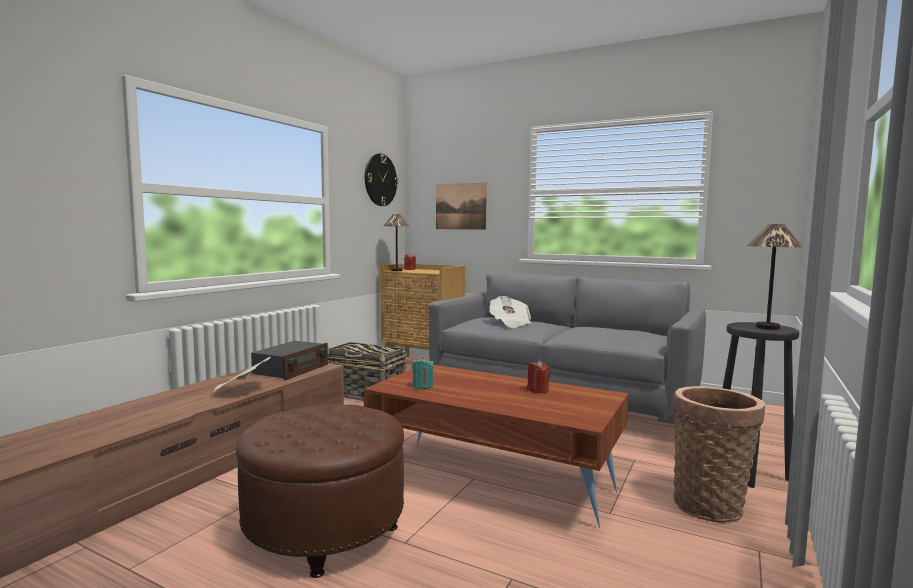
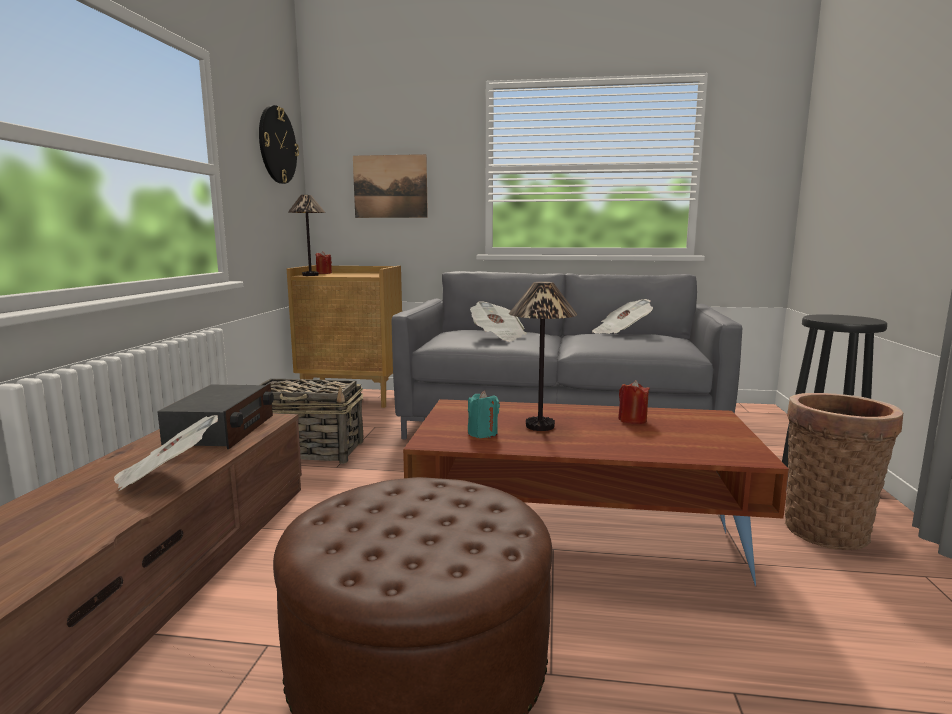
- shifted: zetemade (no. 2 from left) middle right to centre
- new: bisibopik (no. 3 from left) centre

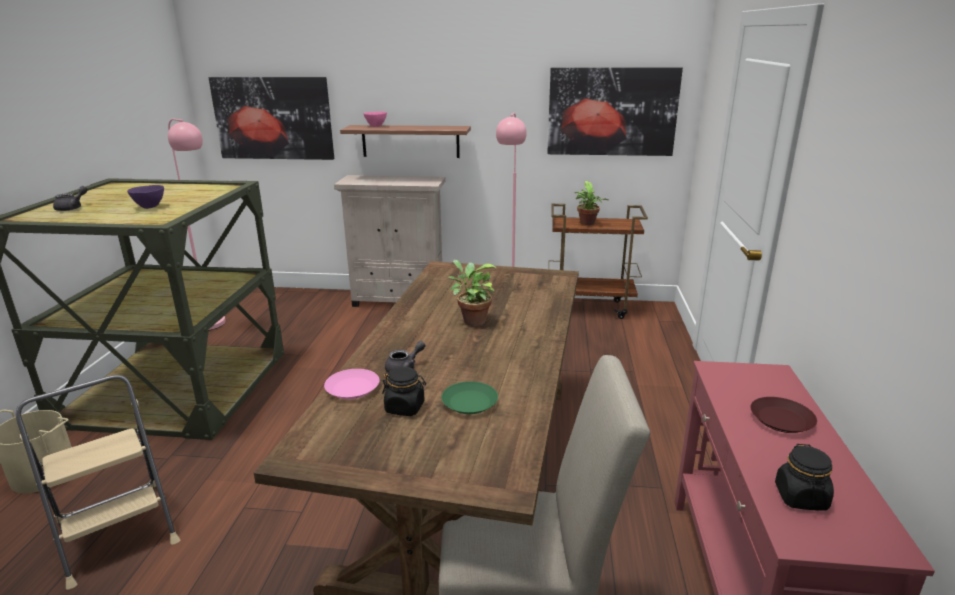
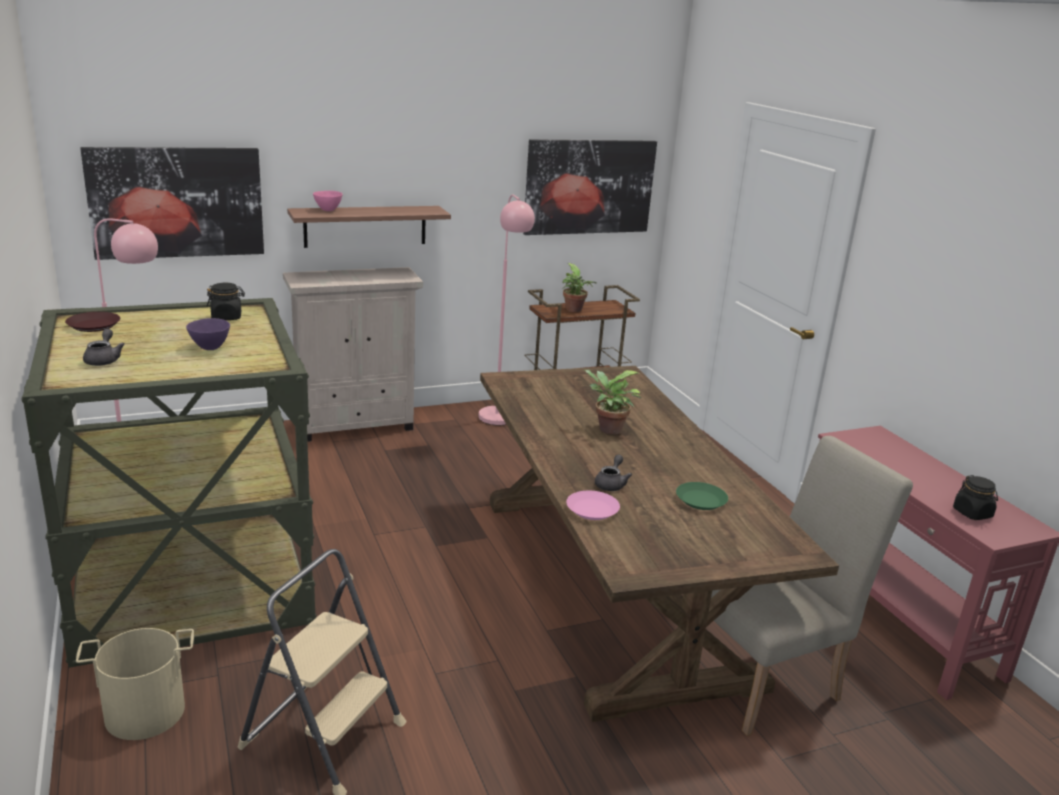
- shifted: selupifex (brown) bottom right to middle left
- shifted: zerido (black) (no. 1 from left) centre to middle left

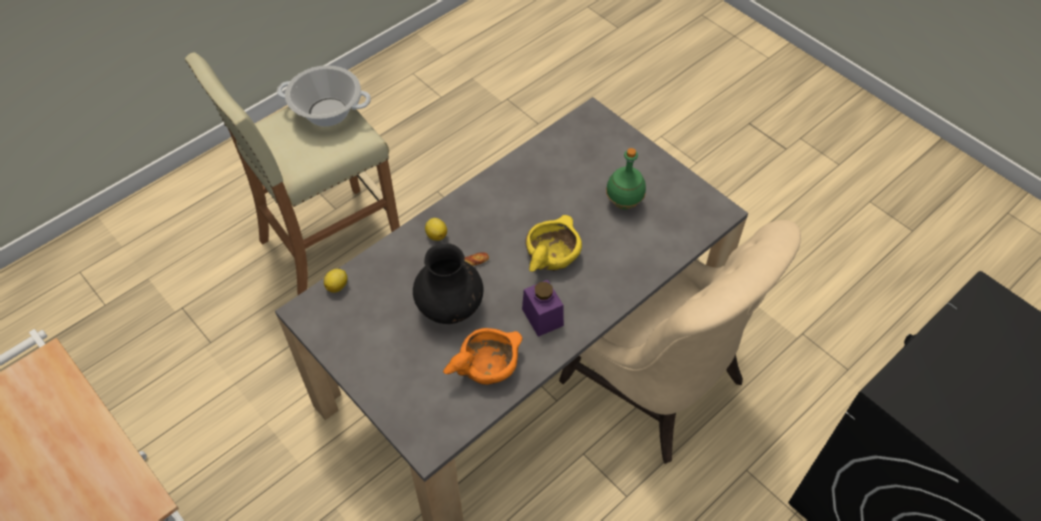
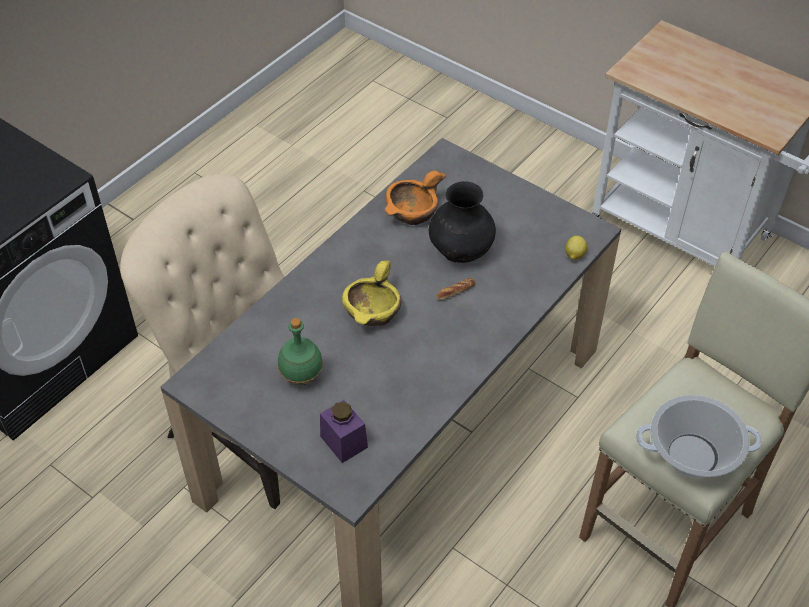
- shifted: zerido (purple) centre to bottom centre
- gone: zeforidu (no. 2 from left) centre

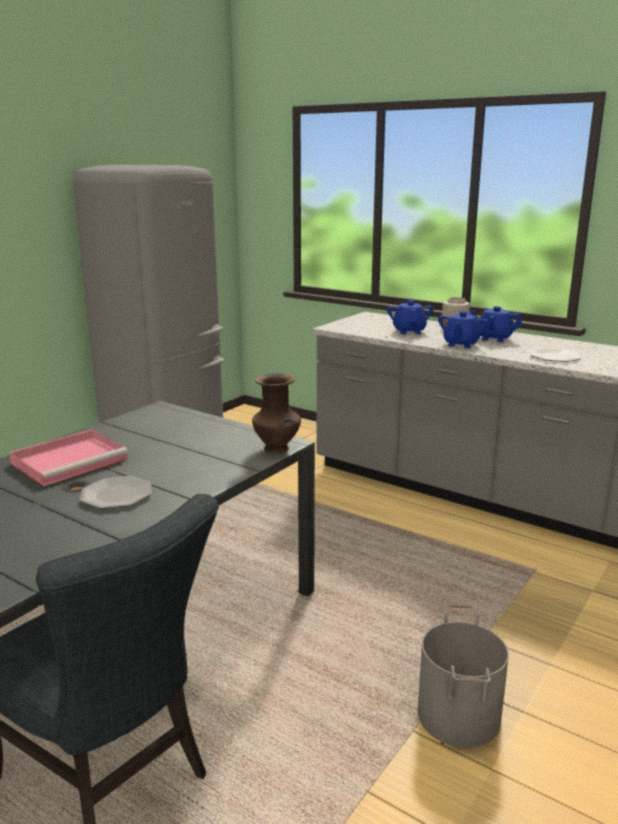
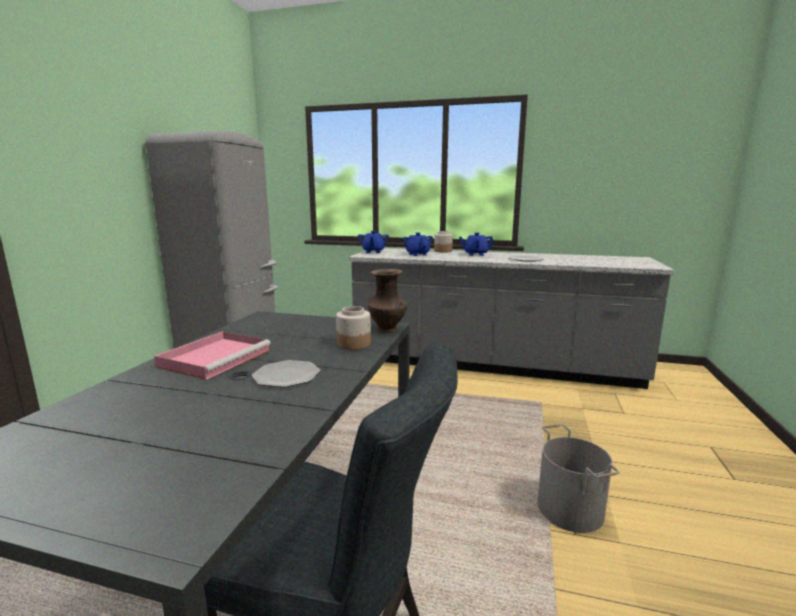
- new: zerido (no. 1 from left) centre
- shifted: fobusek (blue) (no. 2 from left in the first image) middle right to fobusek (blue) (no. 1 from left) centre

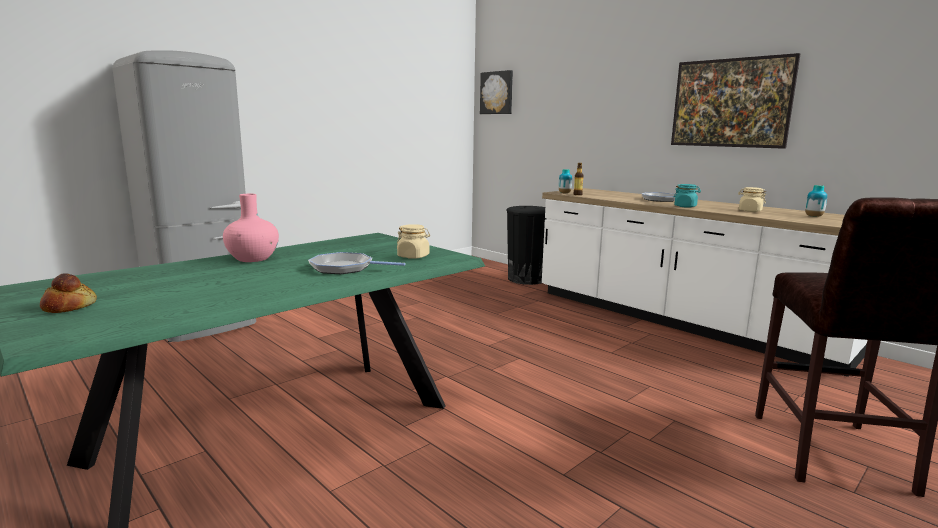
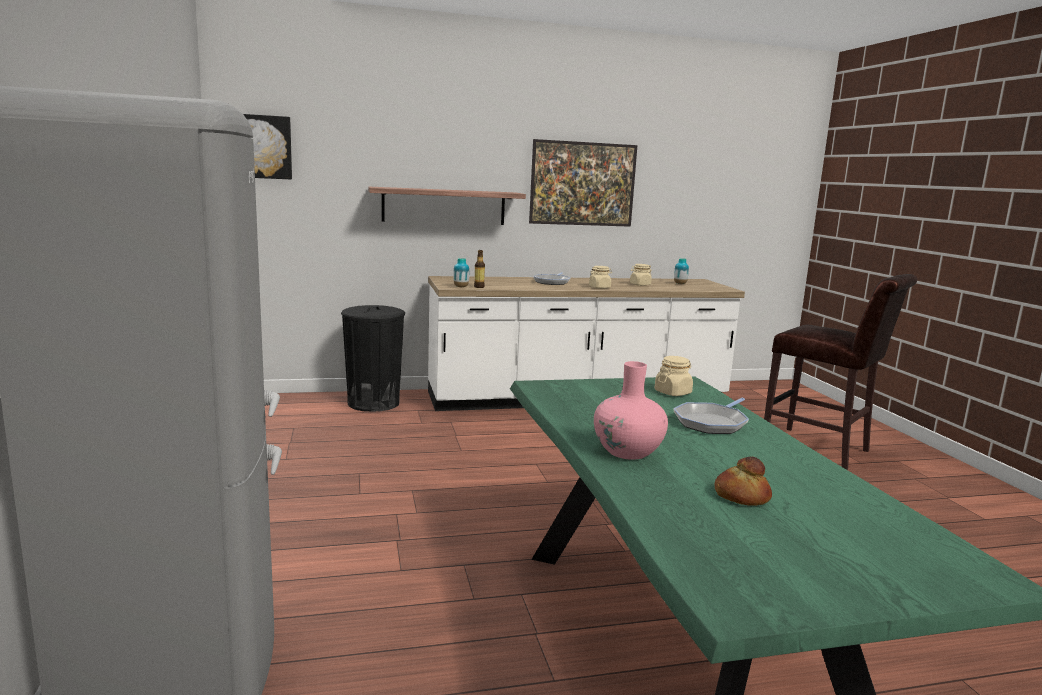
- new: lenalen top centre
- repainted: zerido (turquoise) middle right to zerido (beige) (no. 1 from left) centre
- shifted: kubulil middle left to bottom right

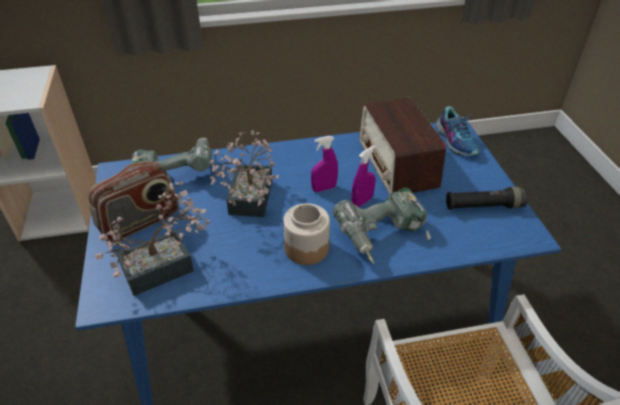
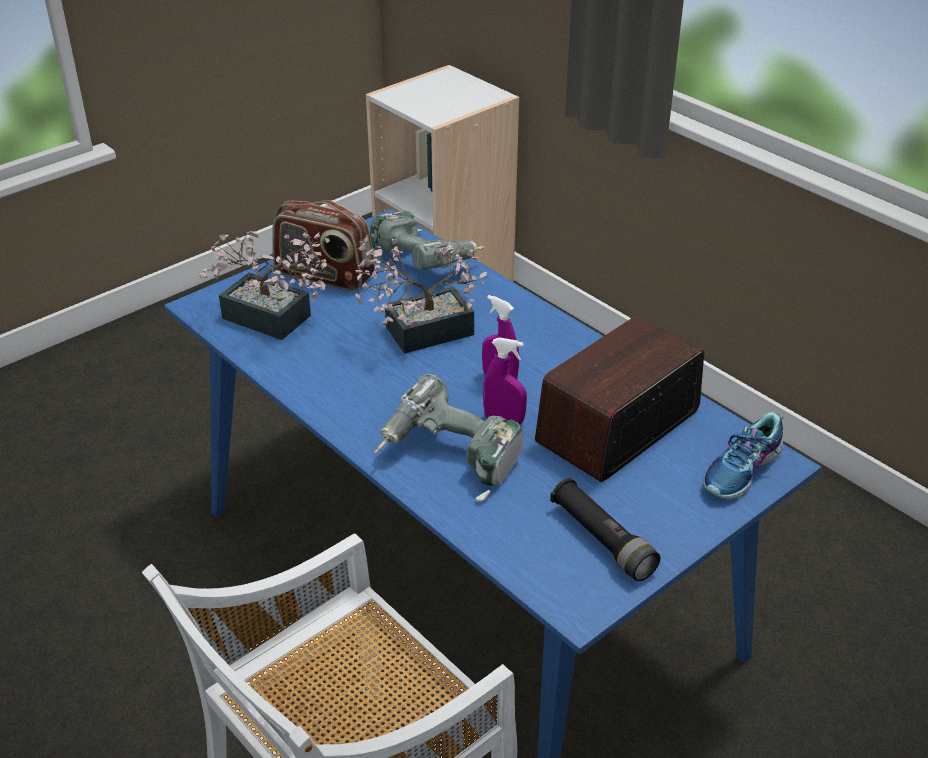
- gone: zerido centre

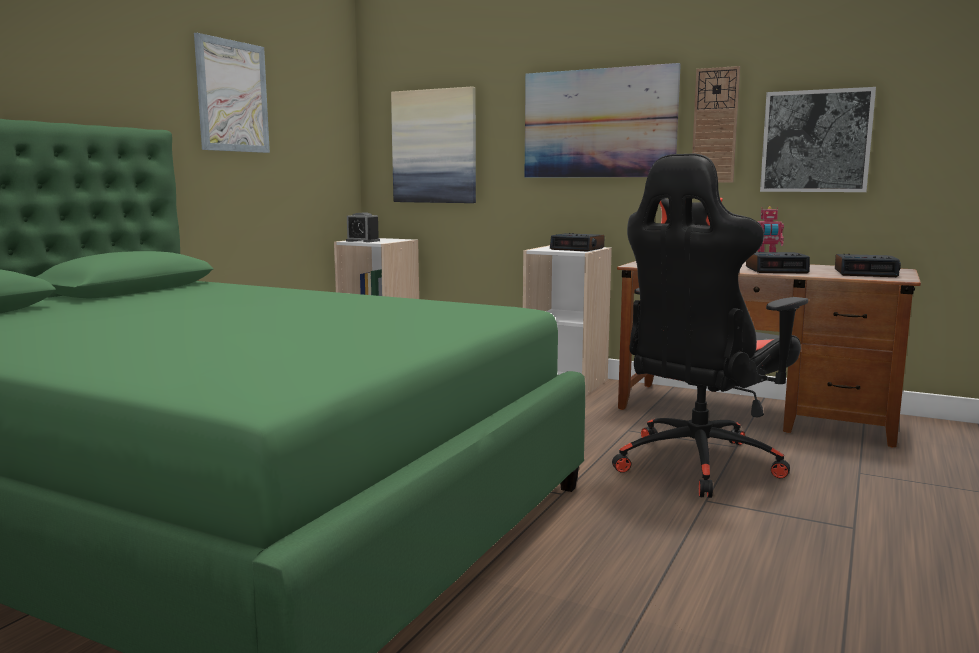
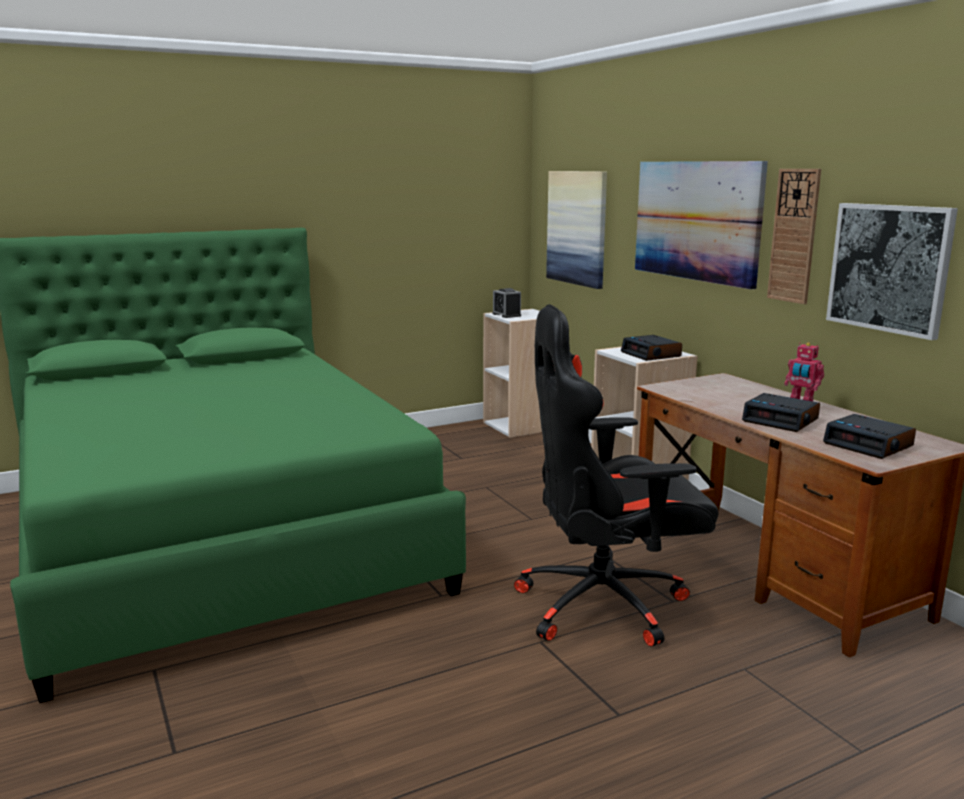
- gone: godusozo (no. 1 from left) top left

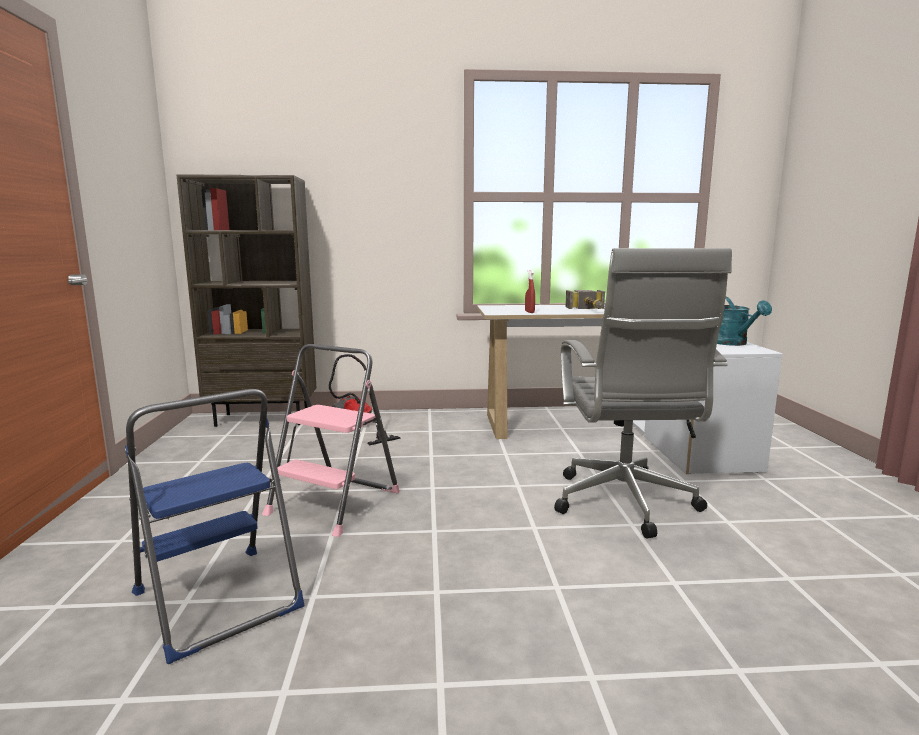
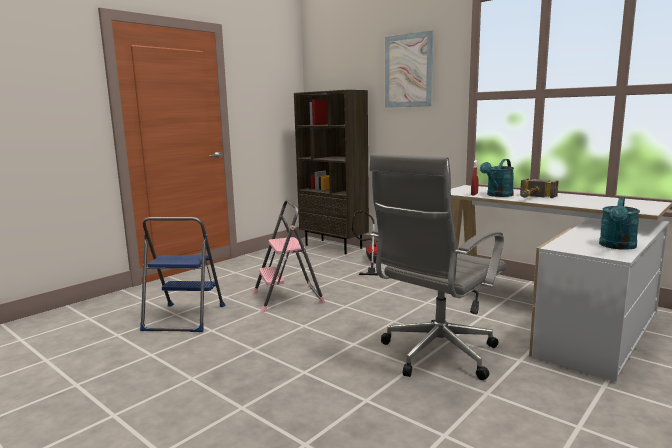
- new: godusozo top centre
- new: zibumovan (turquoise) (no. 1 from left) middle right

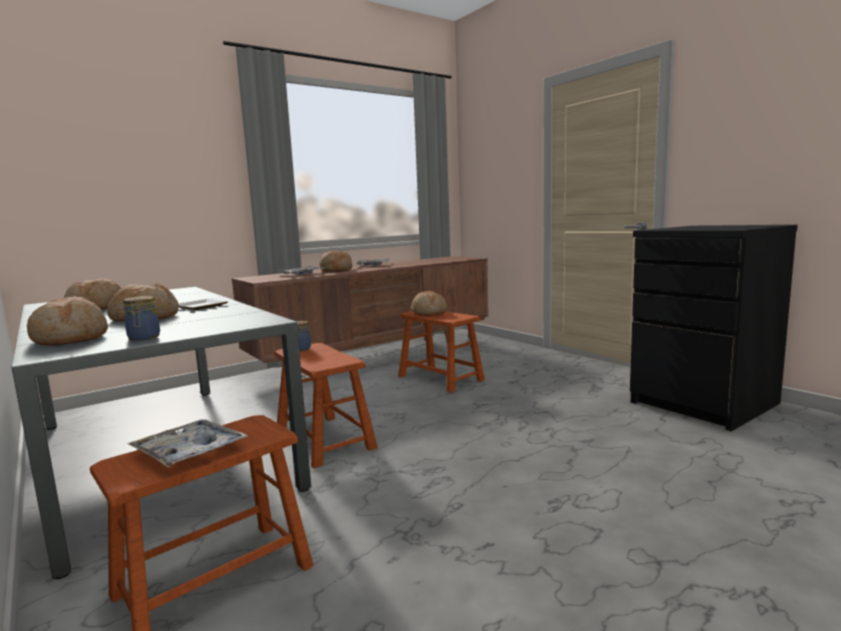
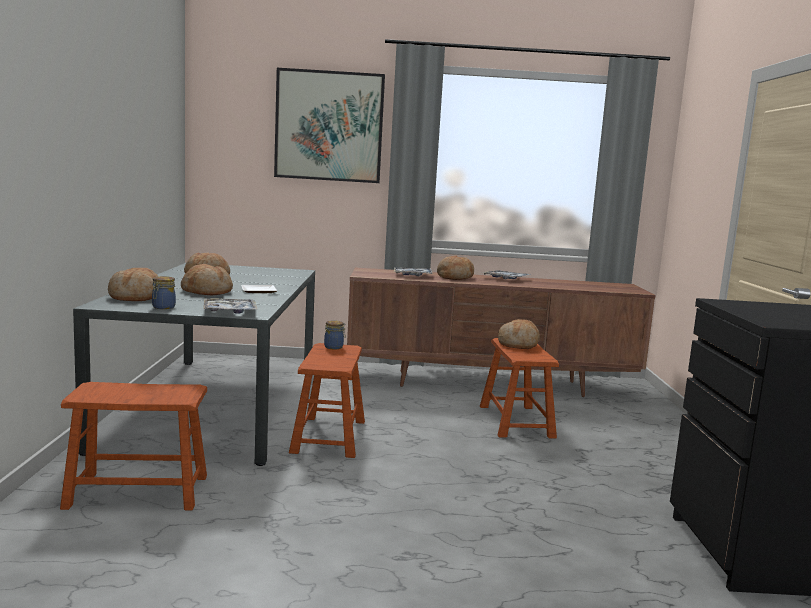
- shifted: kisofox (no. 1 from left) bottom left to middle left
- new: godusozo top centre

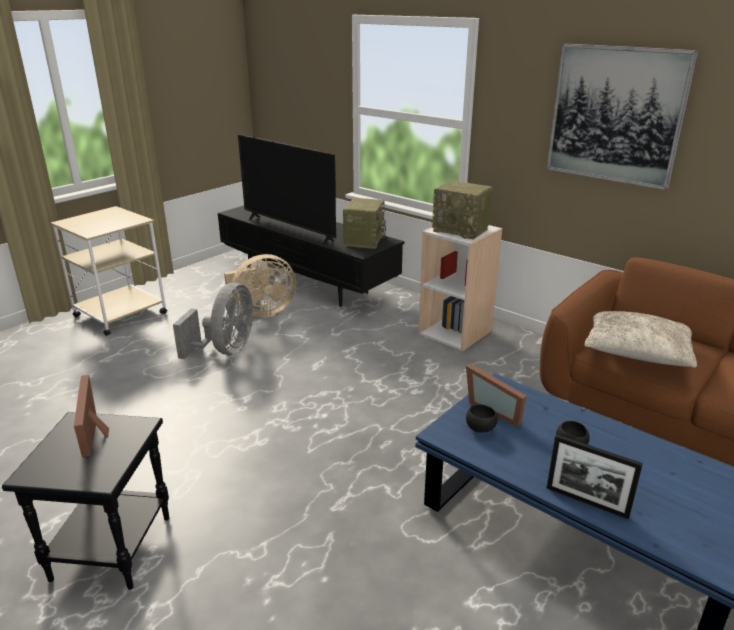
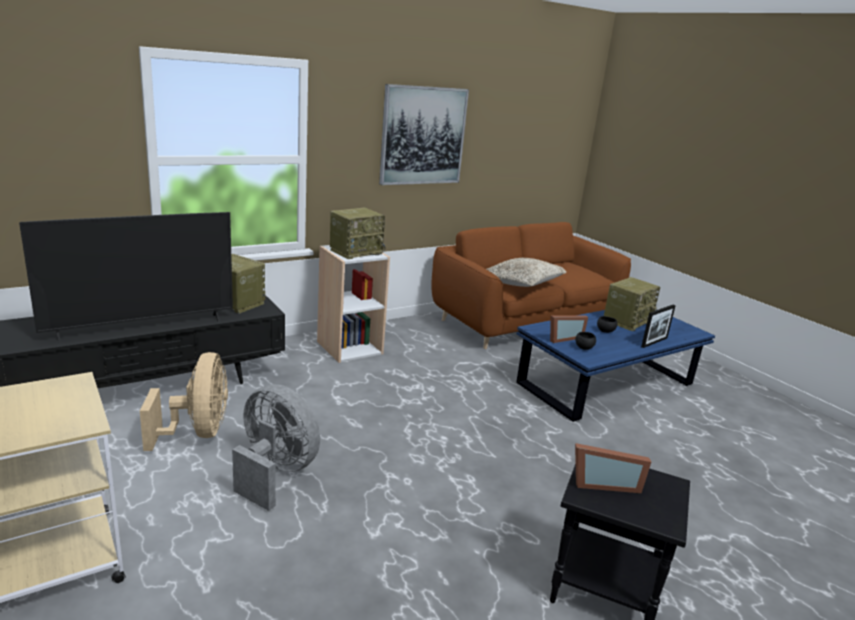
- new: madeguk (no. 3 from left) middle right

